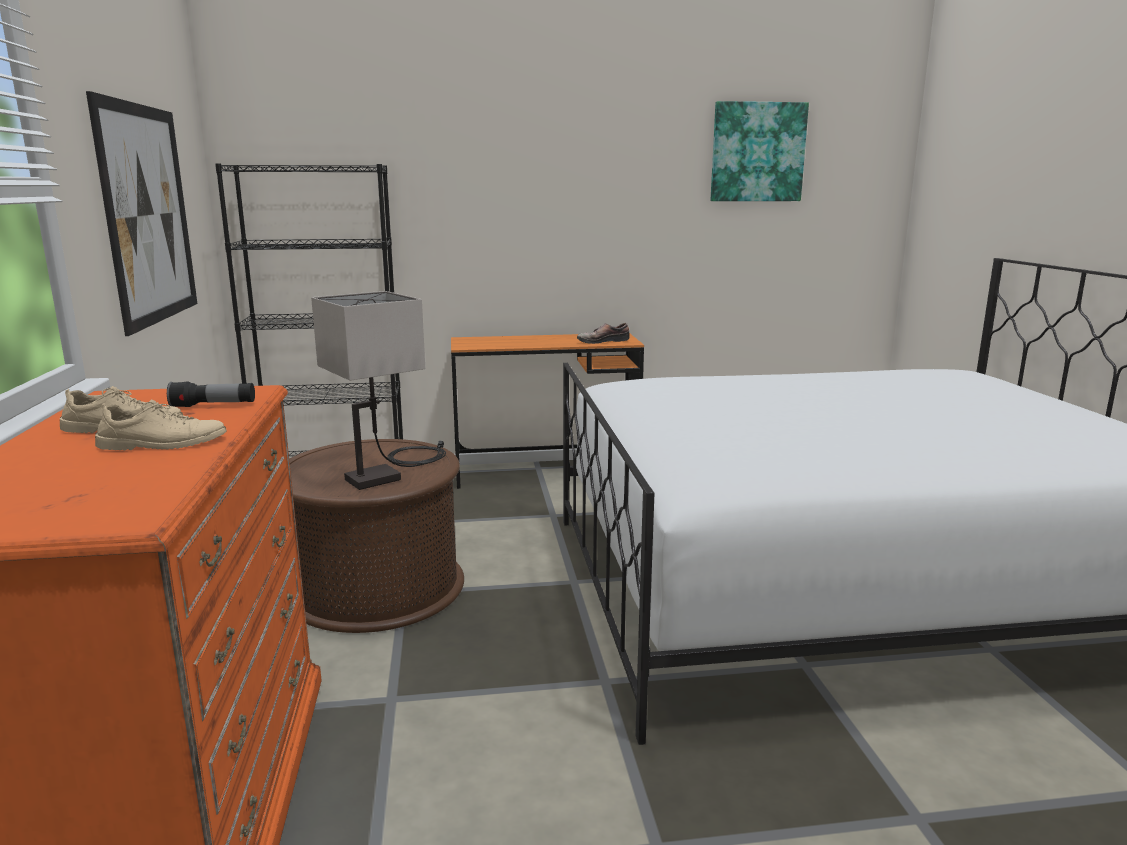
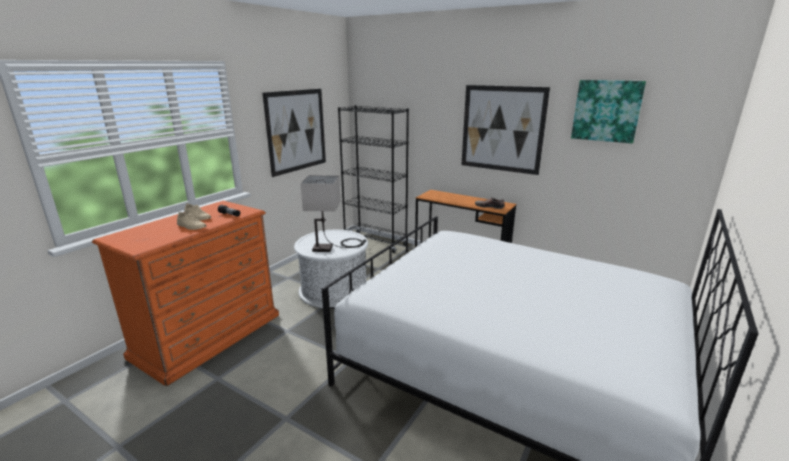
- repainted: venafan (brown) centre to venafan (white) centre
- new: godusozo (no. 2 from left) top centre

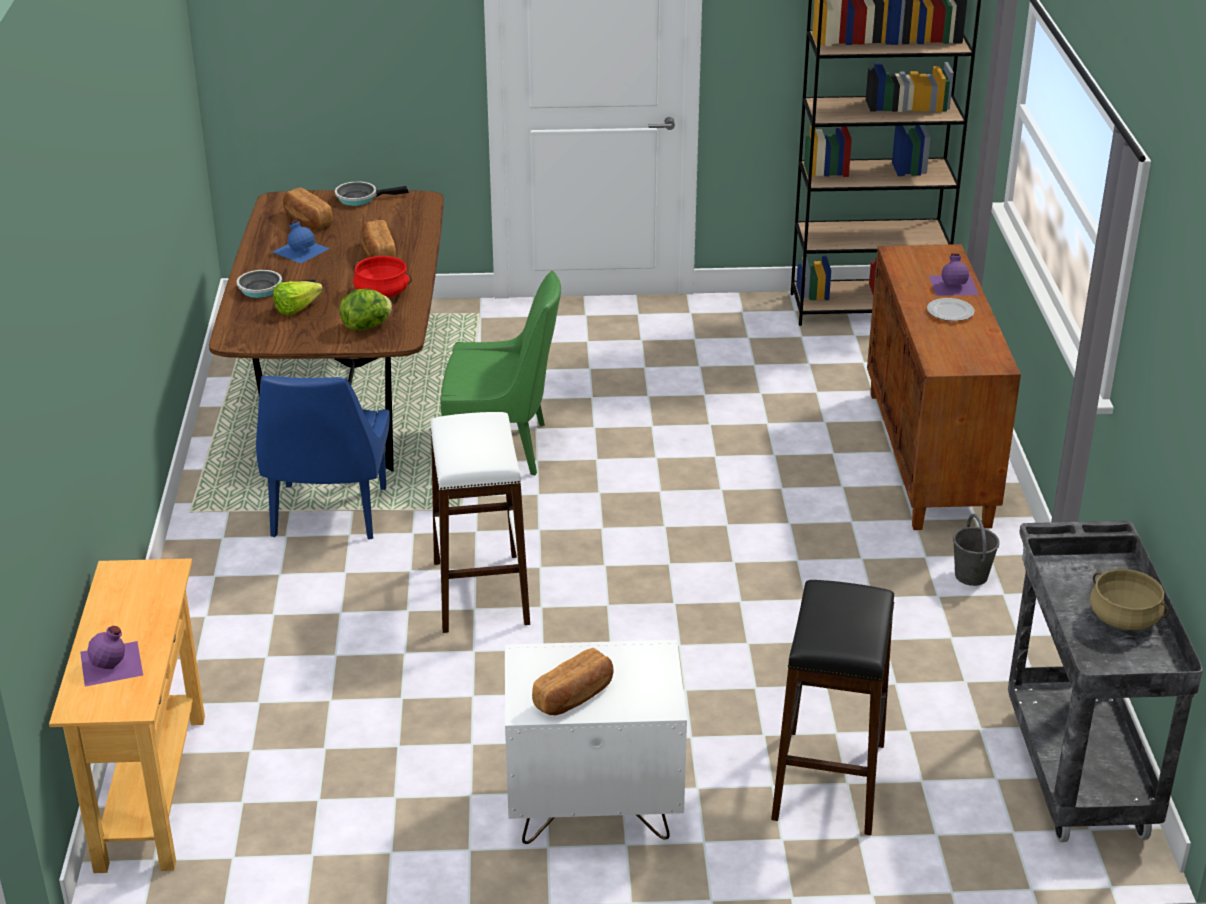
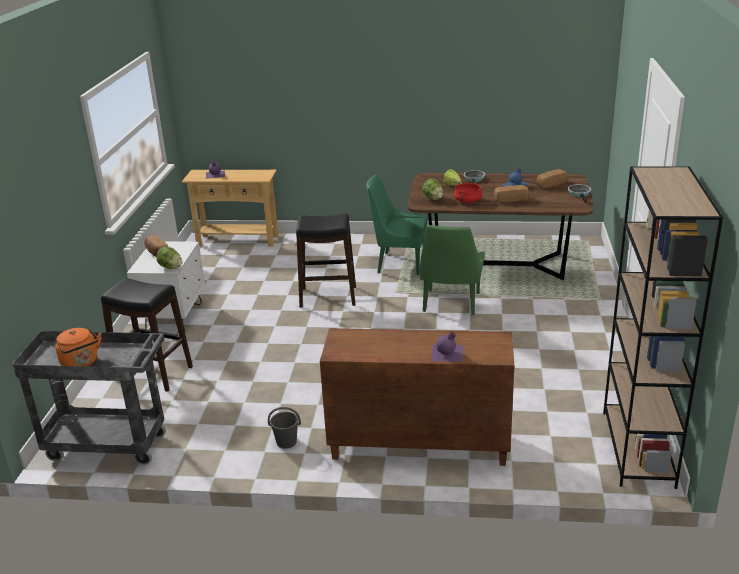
- swapped: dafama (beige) middle right to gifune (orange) middle left
- new: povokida (no. 1 from left) middle left
- repainted: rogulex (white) centre to rogulex (black) (no. 2 from left) centre
- repainted: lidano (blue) middle left to lidano (green) (no. 1 from left) centre
- gone: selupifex middle right

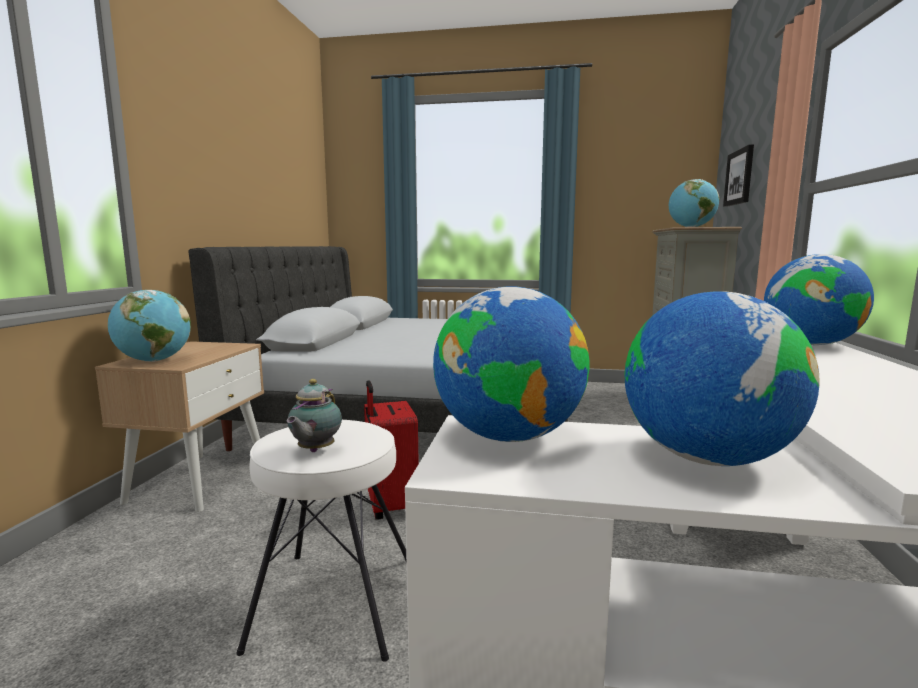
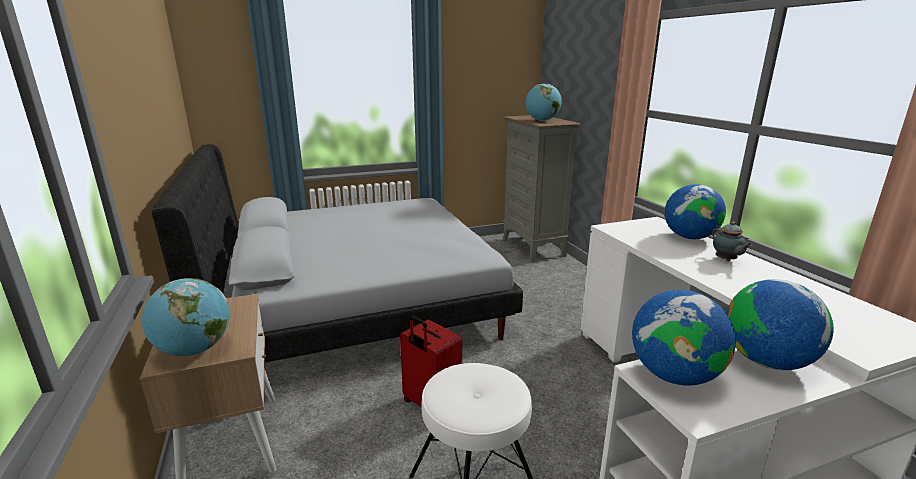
- shifted: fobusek centre to middle right
- gone: godusozo top right

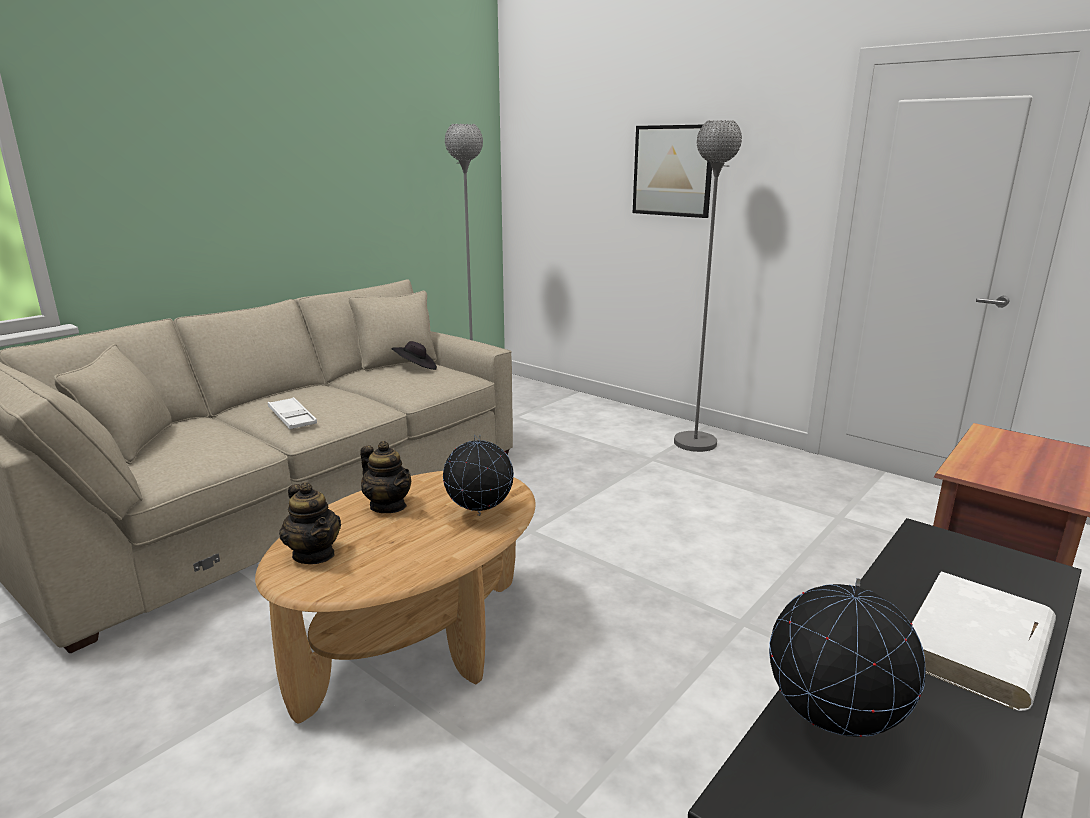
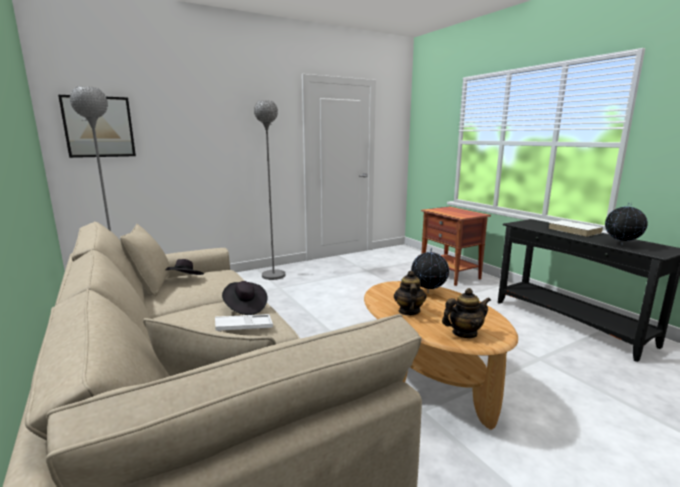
- shifted: godusozo top centre to top left
- new: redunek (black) (no. 2 from left) centre
- rotated: fobusek (no. 2 from left in the first image) centre = centre 60 degrees counterclockwise

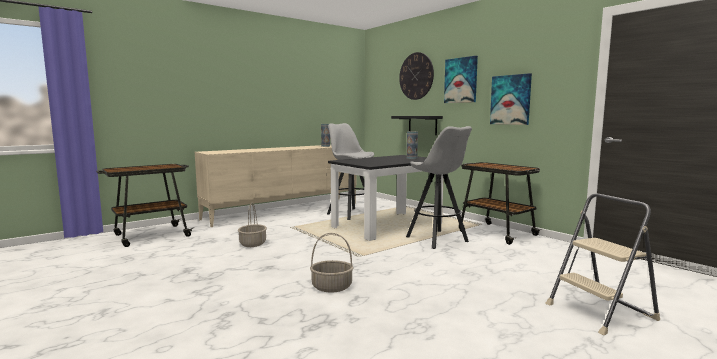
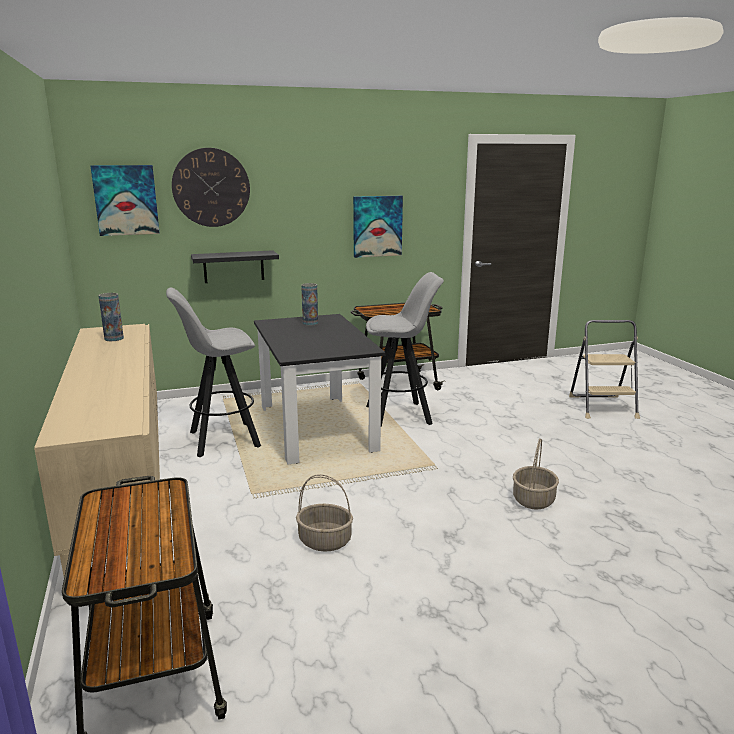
- shifted: godusozo (no. 1 from left) top centre to top left

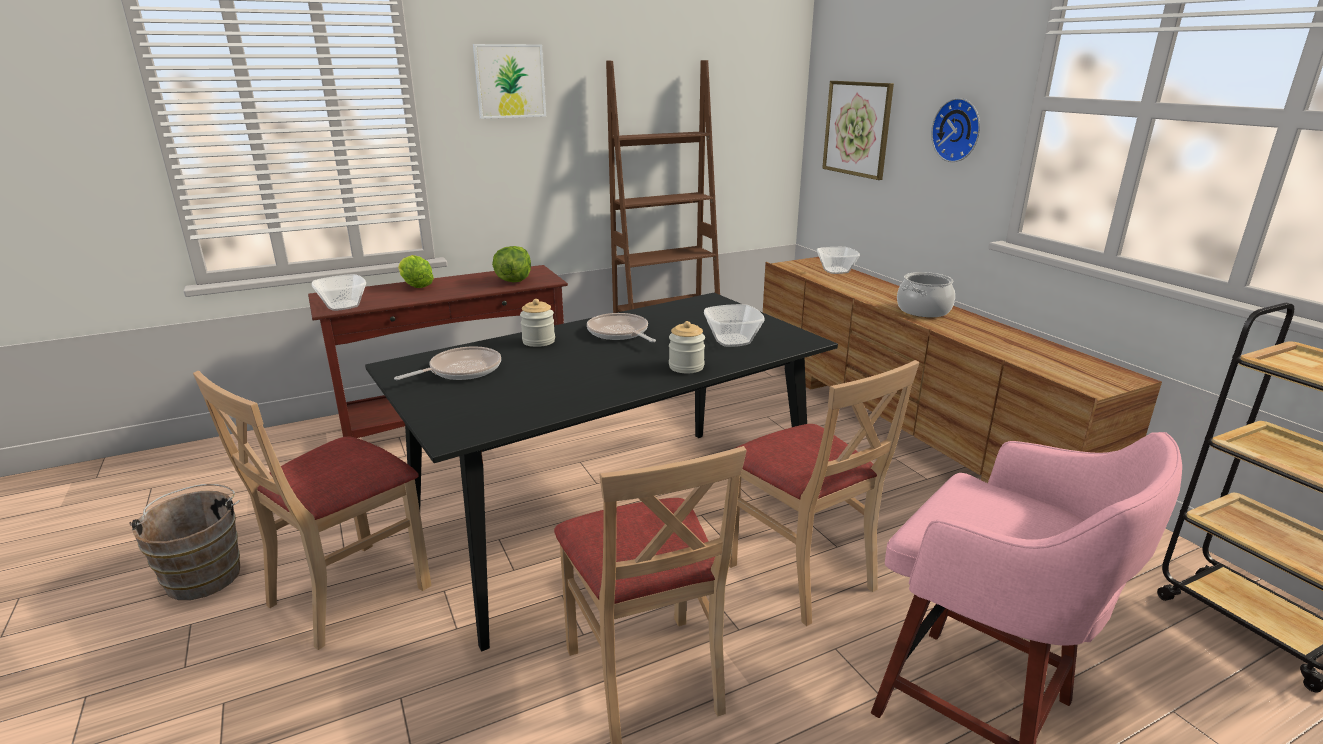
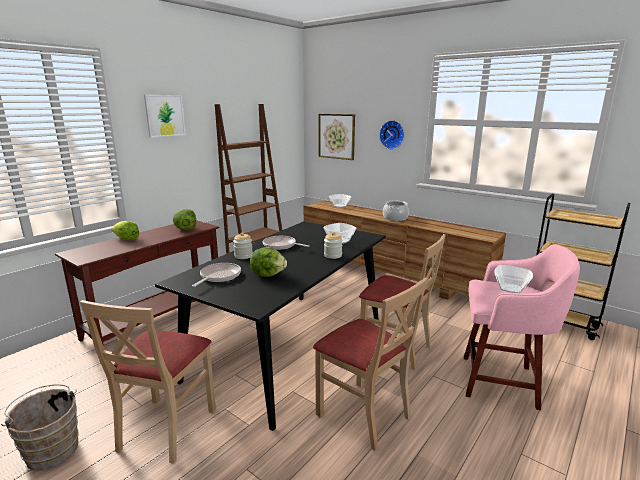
- new: povokida (no. 3 from left) centre
- shifted: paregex (no. 1 from left in the first image) middle left to paregex (no. 3 from left) middle right

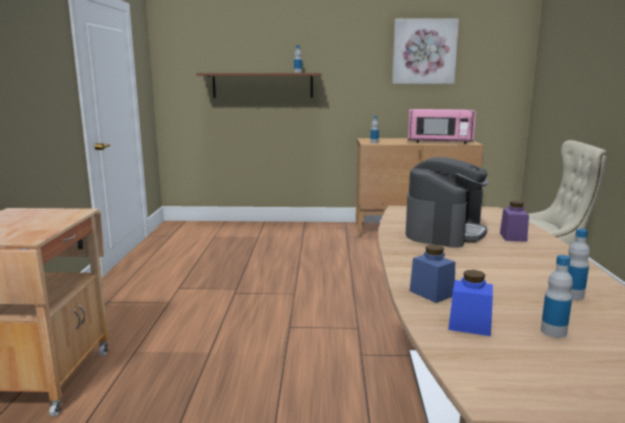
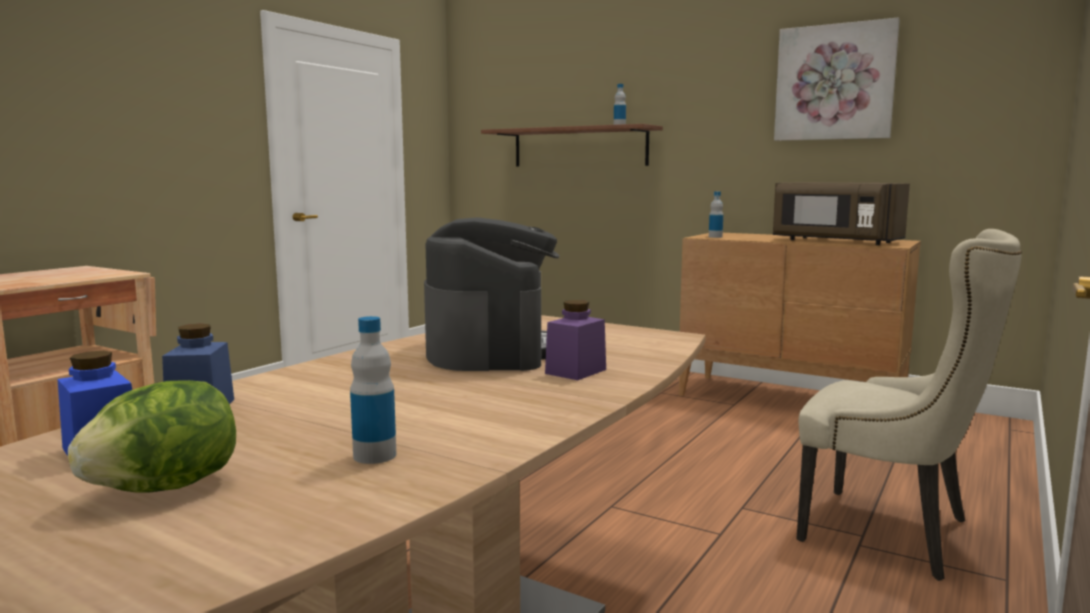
- swapped: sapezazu (no. 3 from left) bottom right to povokida bottom left
- rotated: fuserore middle right = centre 60 degrees counterclockwise
- repainted: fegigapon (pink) top right to fegigapon (brown) middle right

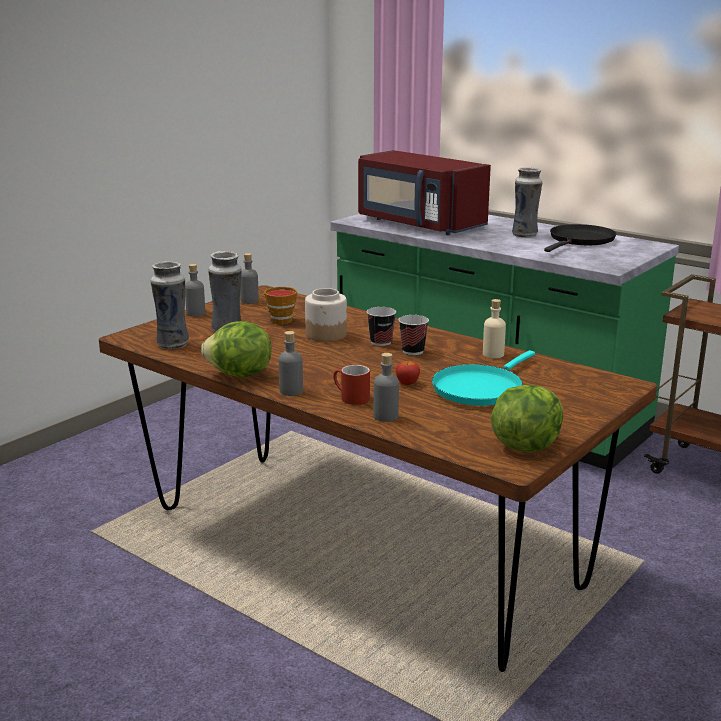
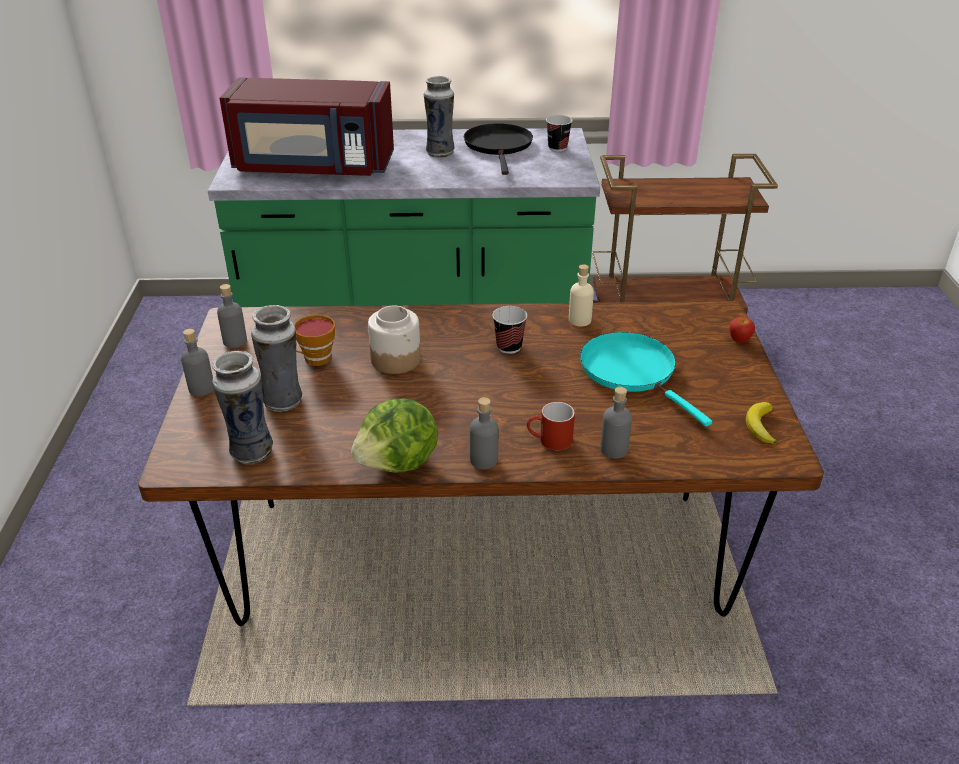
- shifted: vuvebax (no. 2 from left in the first image) centre to vuvebax (no. 3 from left) top centre
- rotated: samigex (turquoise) middle right = middle right 150 degrees clockwise
- shifted: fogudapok centre to middle right
- swapped: povokida (no. 2 from left) middle right to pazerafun middle right

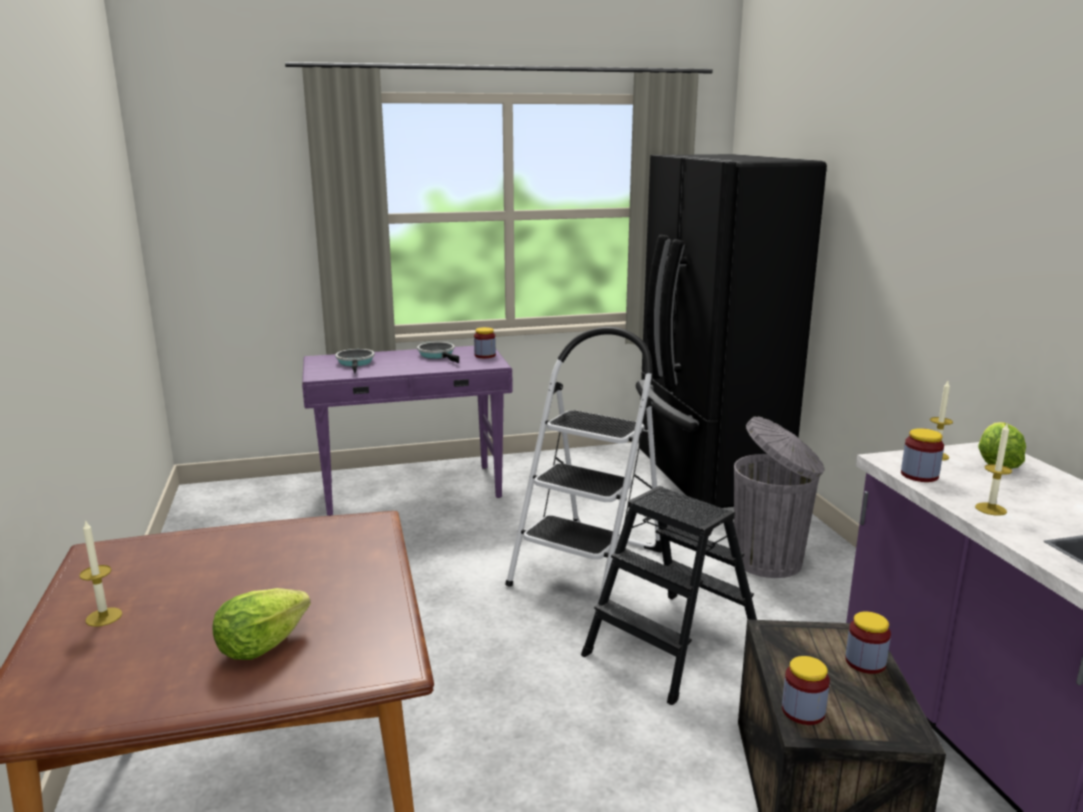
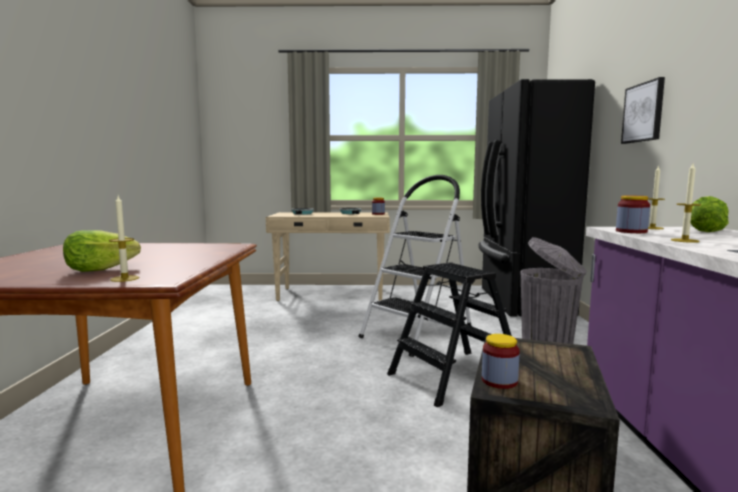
- shifted: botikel (no. 1 from left) bottom left to middle left
- repainted: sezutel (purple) centre to sezutel (beige) centre
- new: godusozo top right
- gone: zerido (no. 3 from left) bottom right

